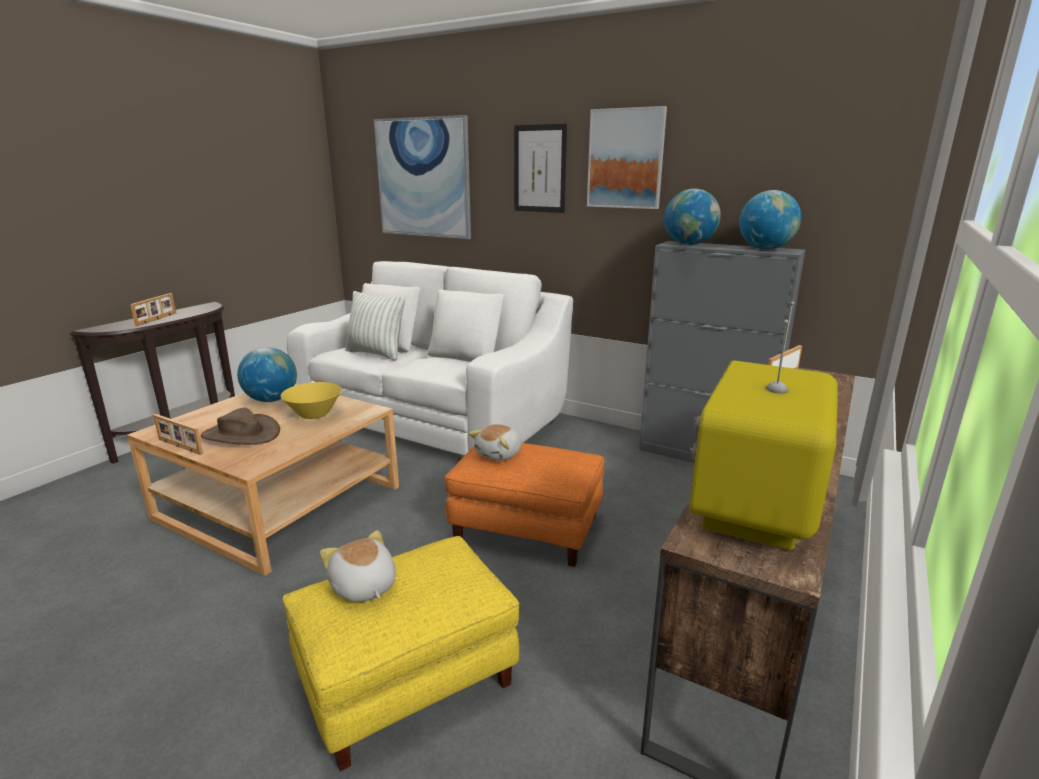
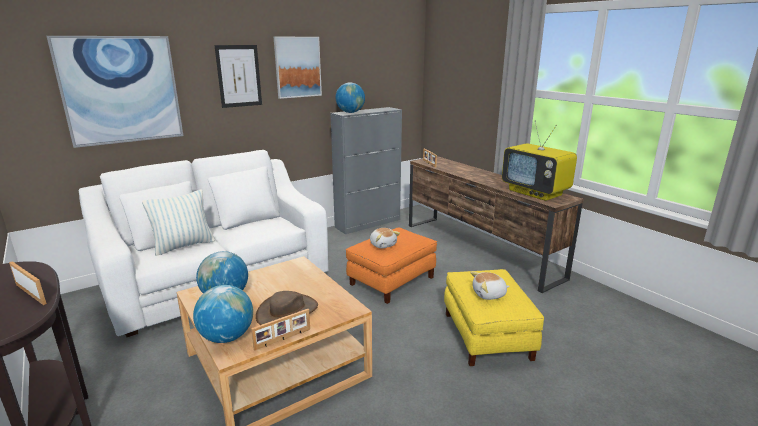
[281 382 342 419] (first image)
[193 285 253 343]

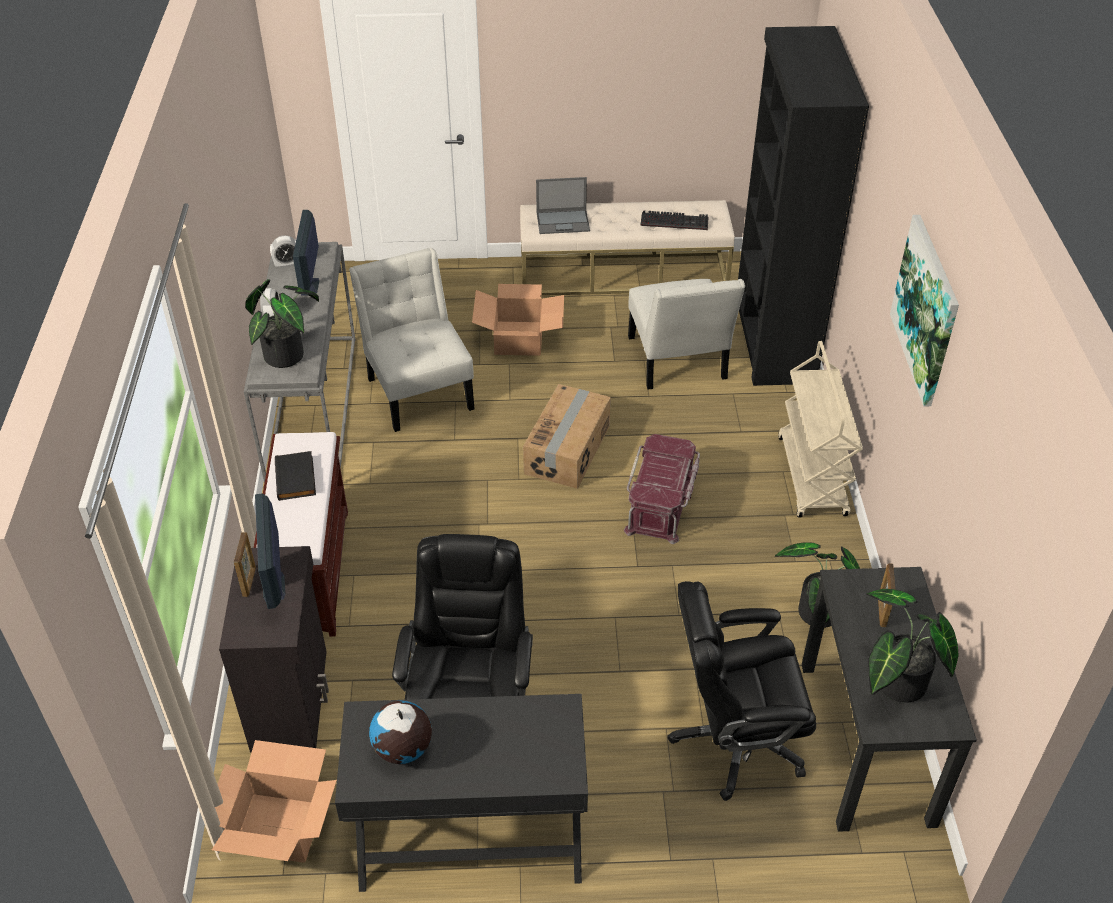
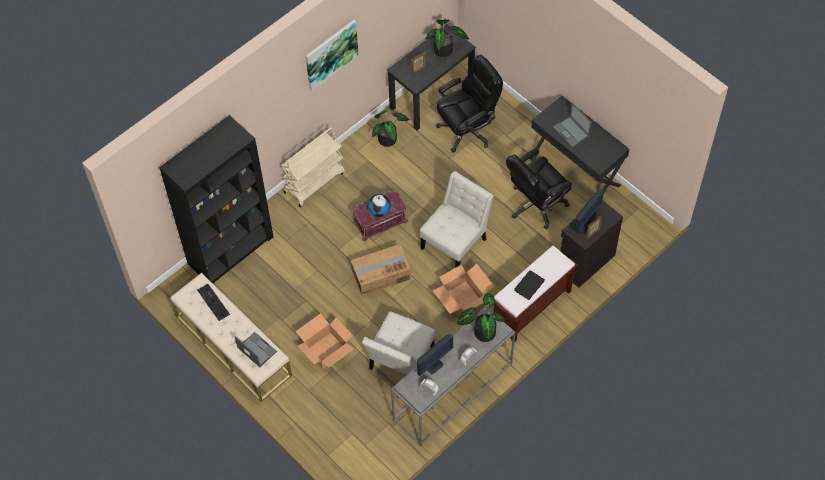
[432 264 495 316]
[368 194 391 217]
[420 171 494 268]
[436 55 503 152]
[553 102 592 147]

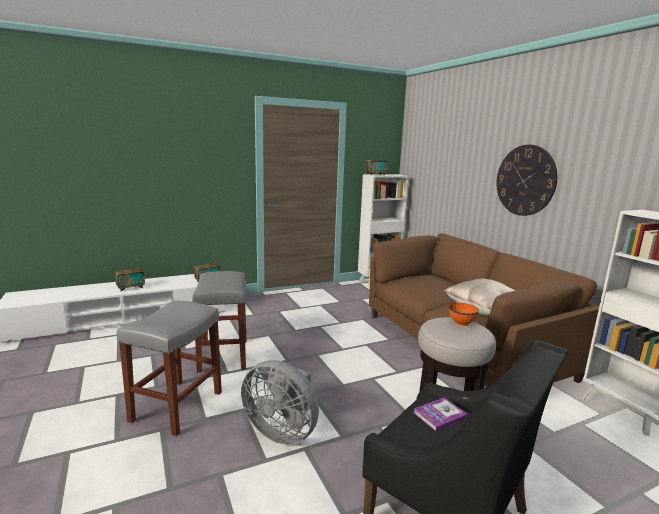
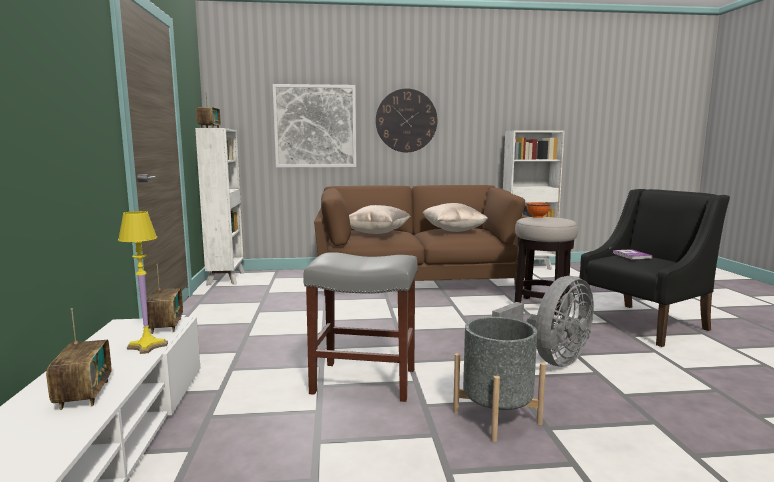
[453 317 546 442]
[118 211 168 354]
[273 84 356 168]
[349 205 411 234]

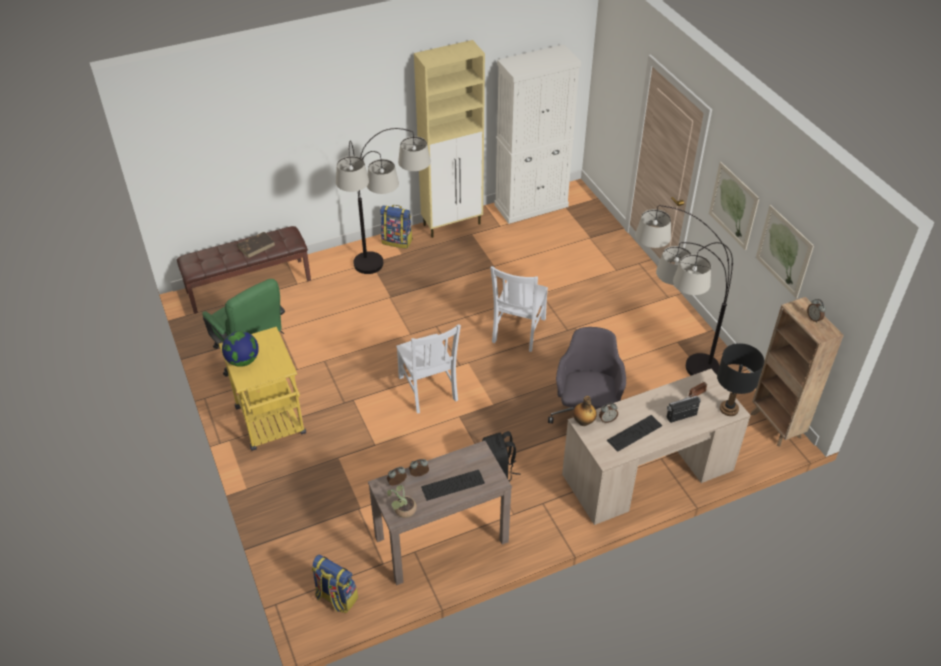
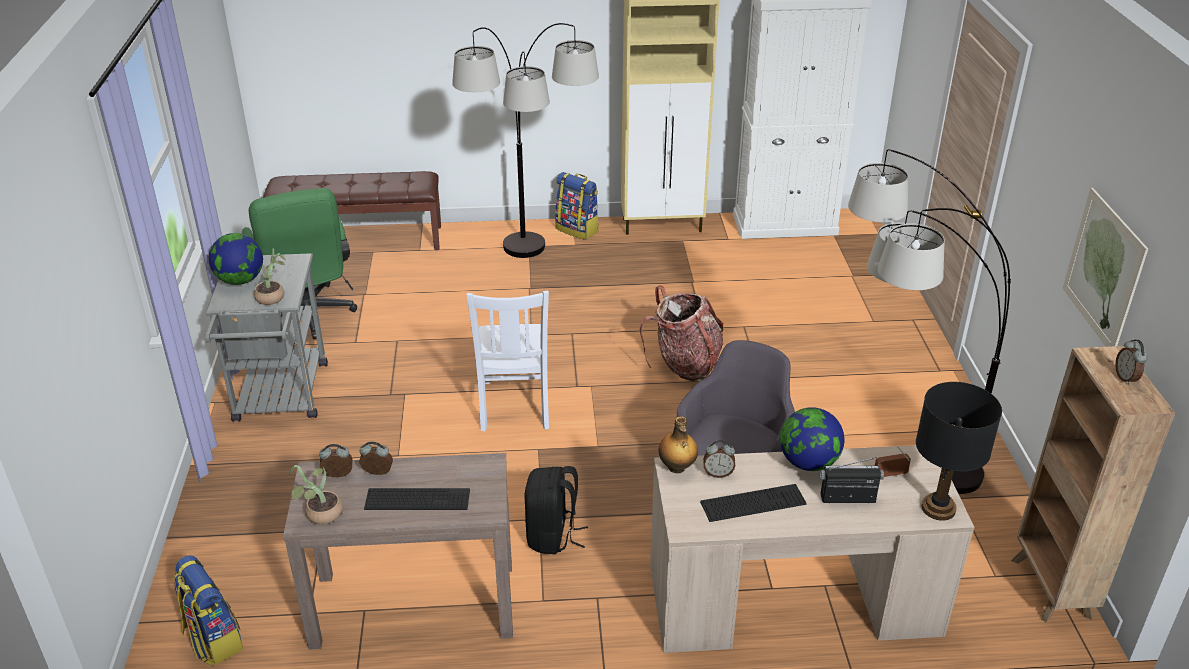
[205 253 328 421]
[237 232 275 258] (first image)
[640 285 724 381]
[709 162 759 250] (first image)
[254 248 286 305]
[780 407 844 471]

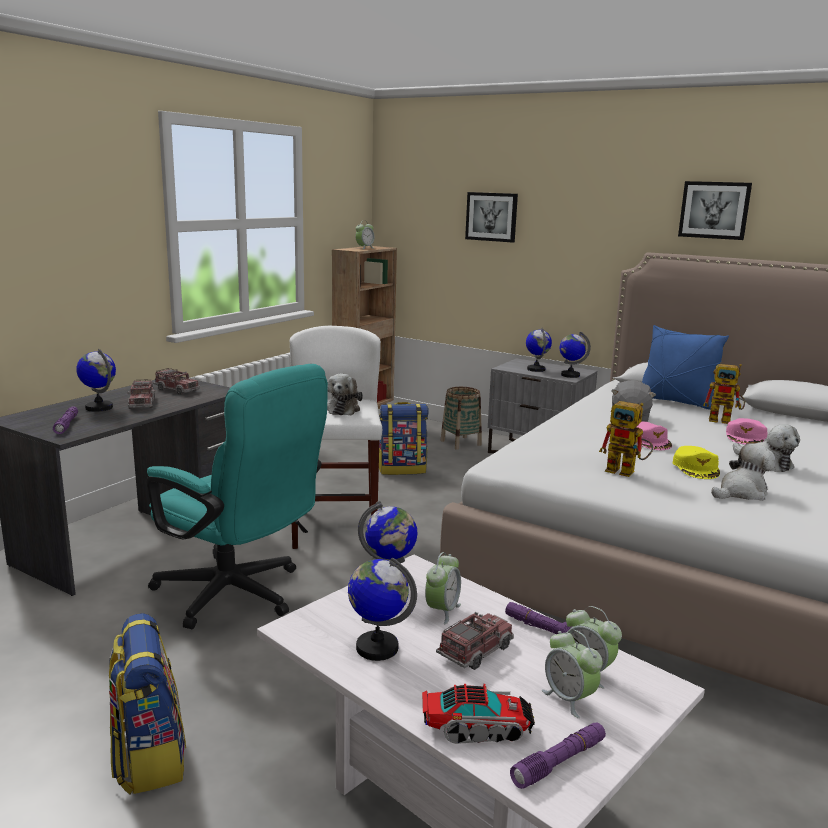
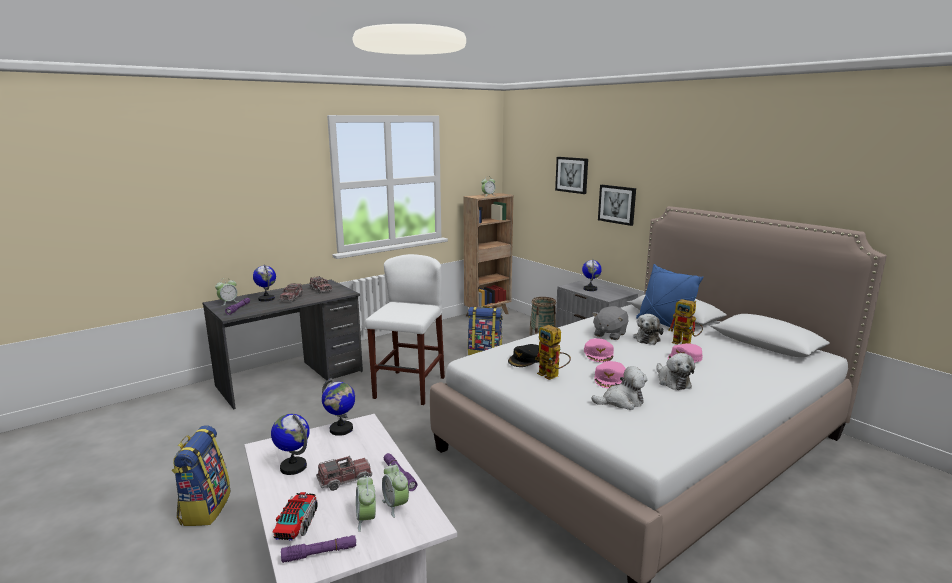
[147 364 328 629] (first image)
[633 314 664 345]
[272 492 318 541]
[215 278 237 306]
[560 332 591 378] (first image)
[594 361 626 389]
[598 185 636 226]
[508 344 539 367]

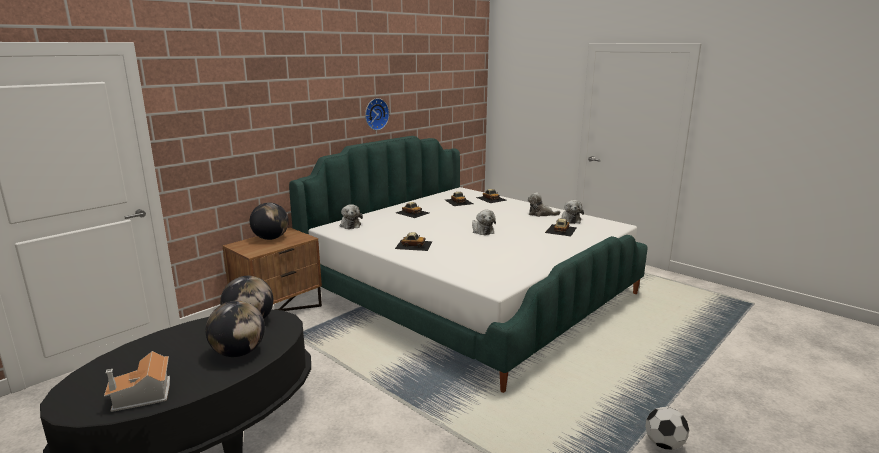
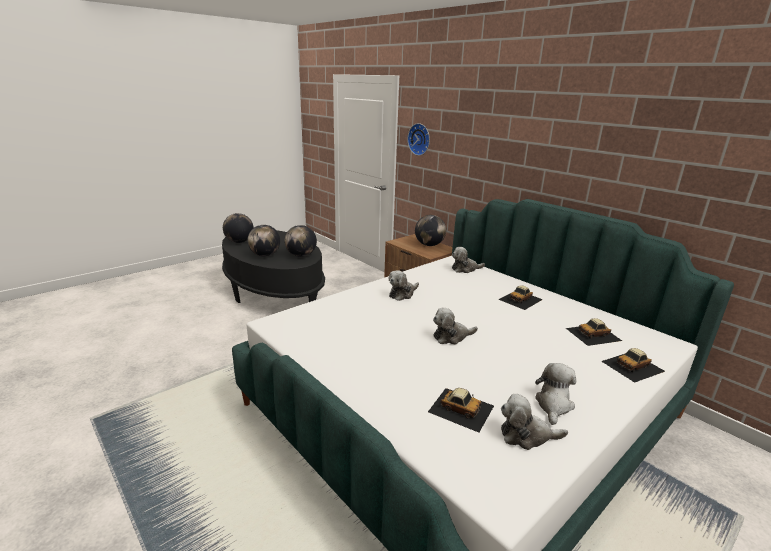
[223 213 254 243]
[407 123 430 156]
[389 270 419 301]
[645 407 689 450] (first image)

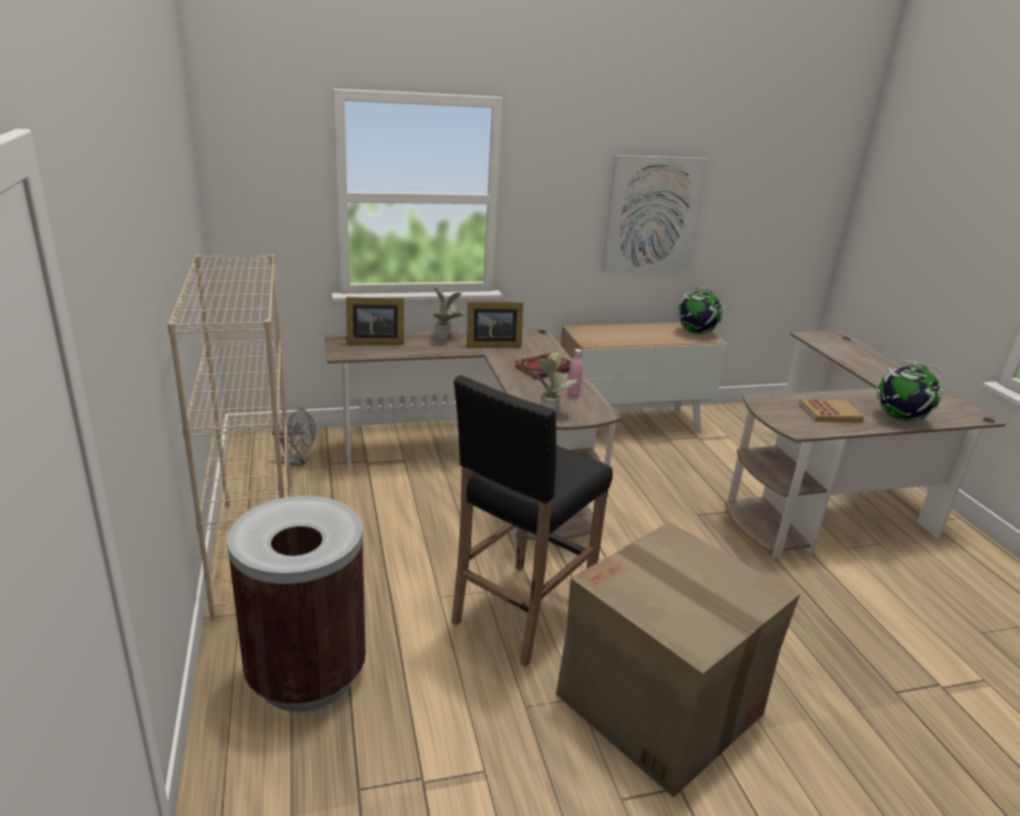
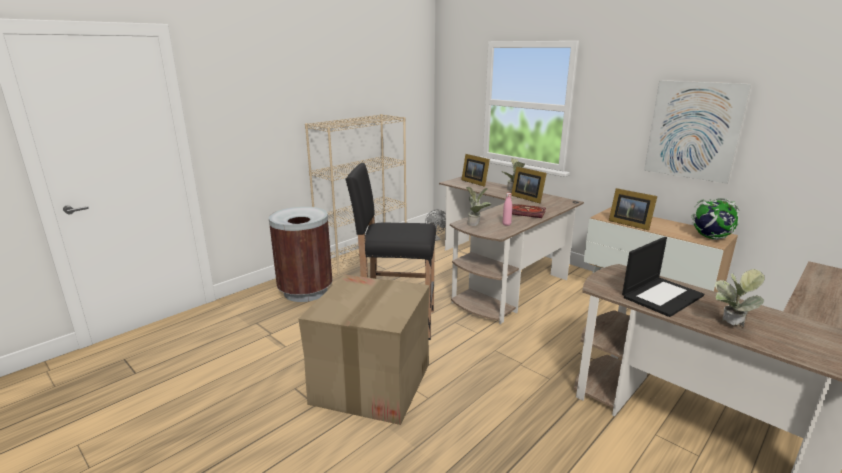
[622 237 704 317]
[715 269 766 327]
[609 188 657 230]

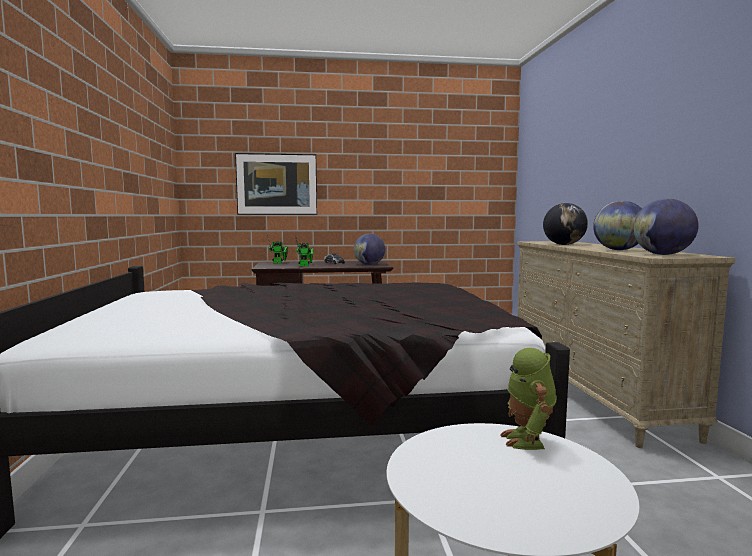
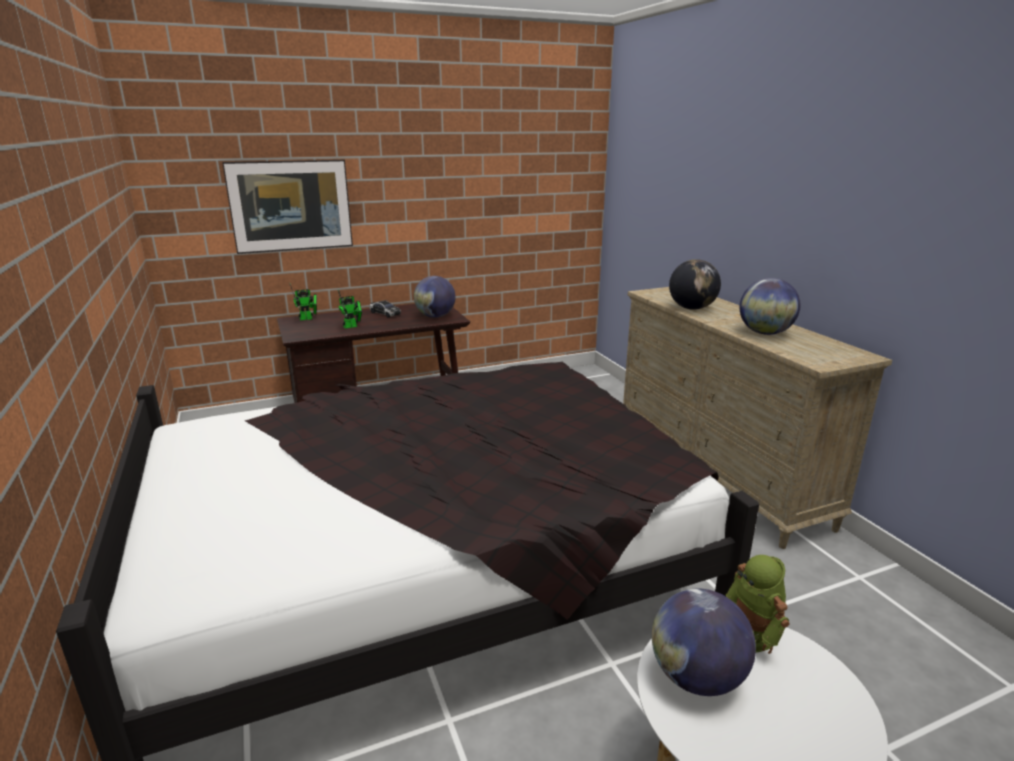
[652 588 756 696]

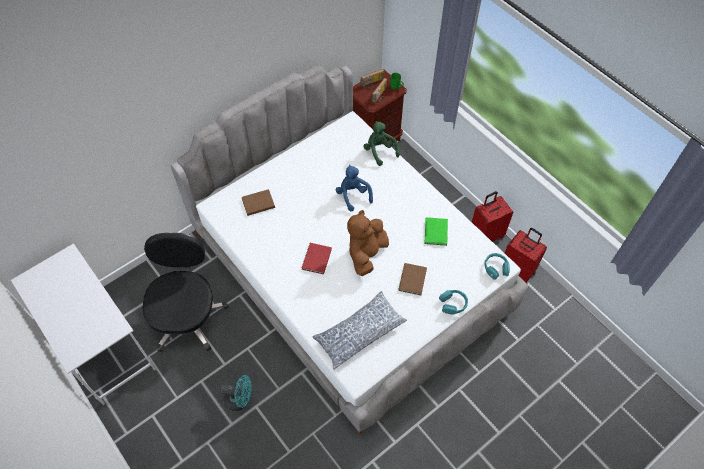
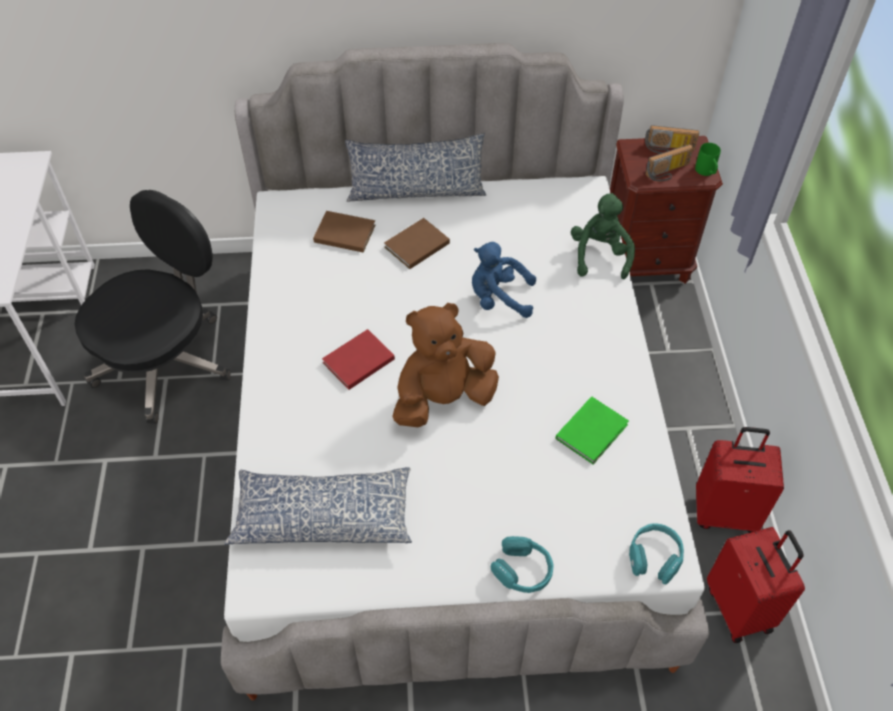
[221 375 252 411] (first image)
[472 242 536 318]
[384 218 450 269]
[345 134 486 202]

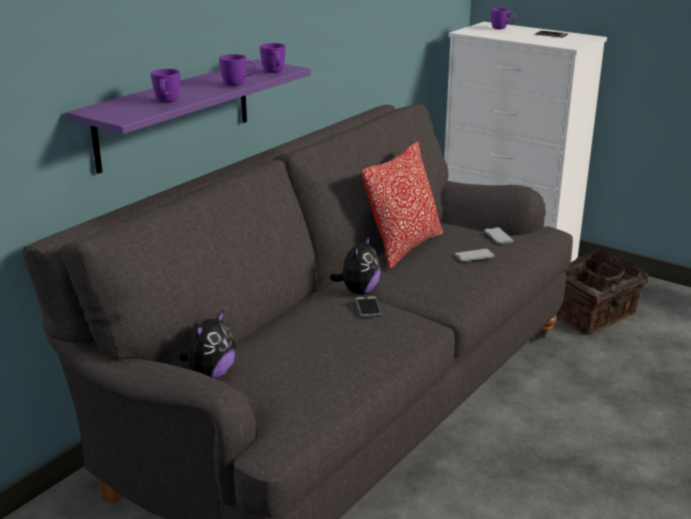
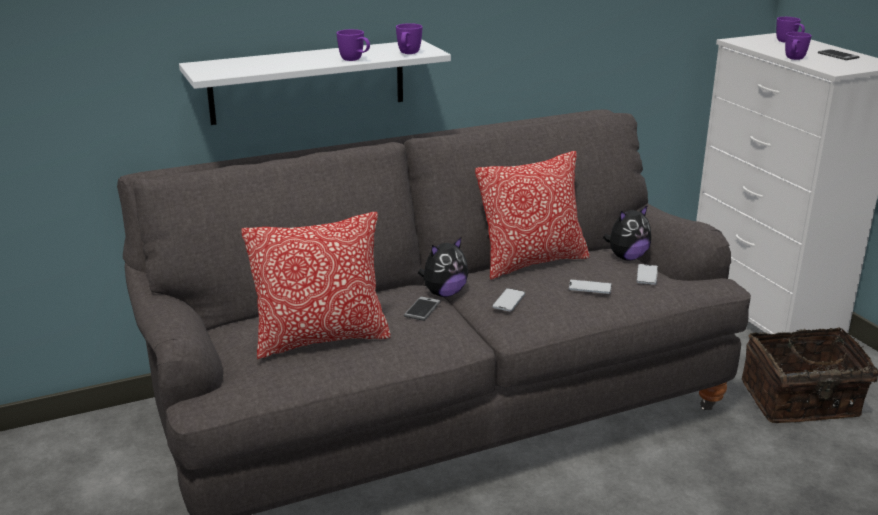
[179 40 451 125]
[785 32 812 60]
[603 205 651 261]
[241 212 391 359]
[492 288 525 312]

